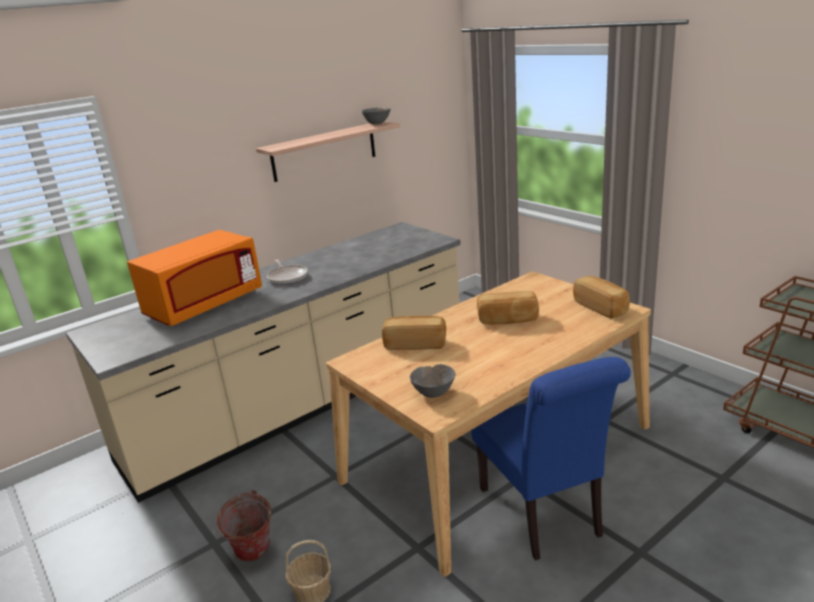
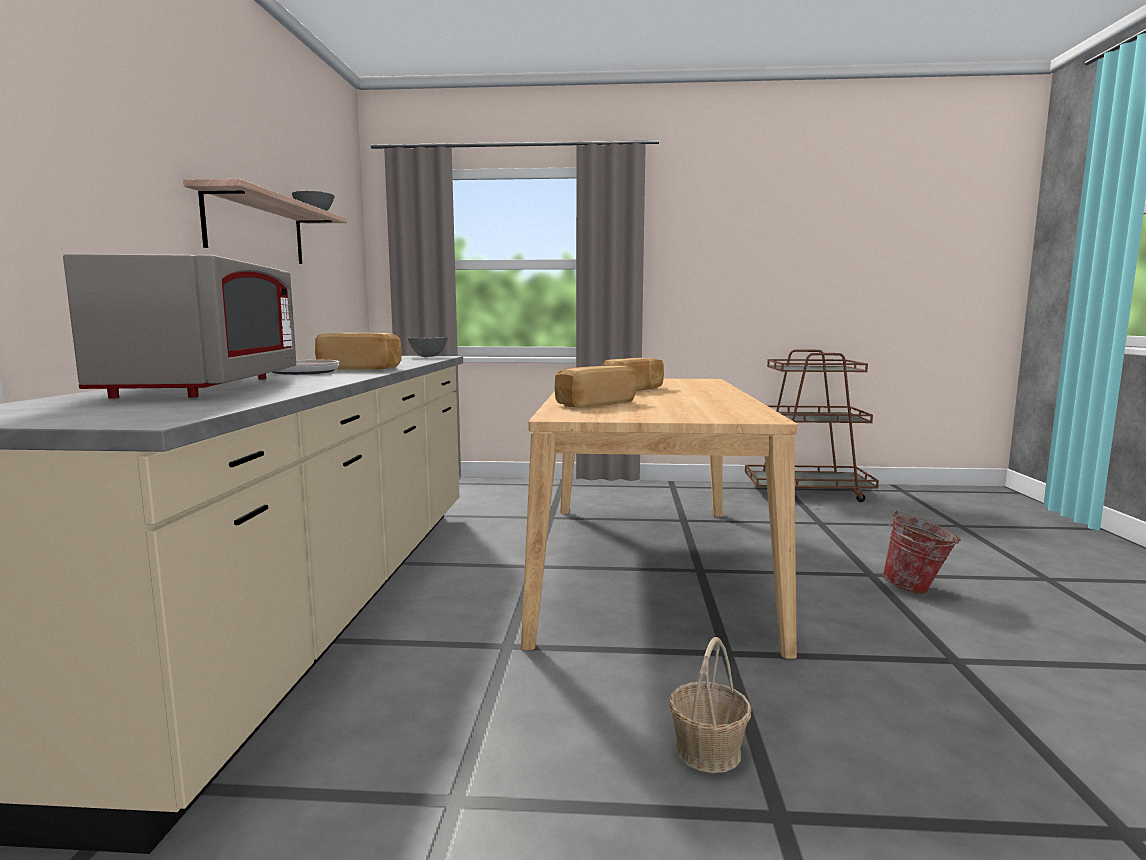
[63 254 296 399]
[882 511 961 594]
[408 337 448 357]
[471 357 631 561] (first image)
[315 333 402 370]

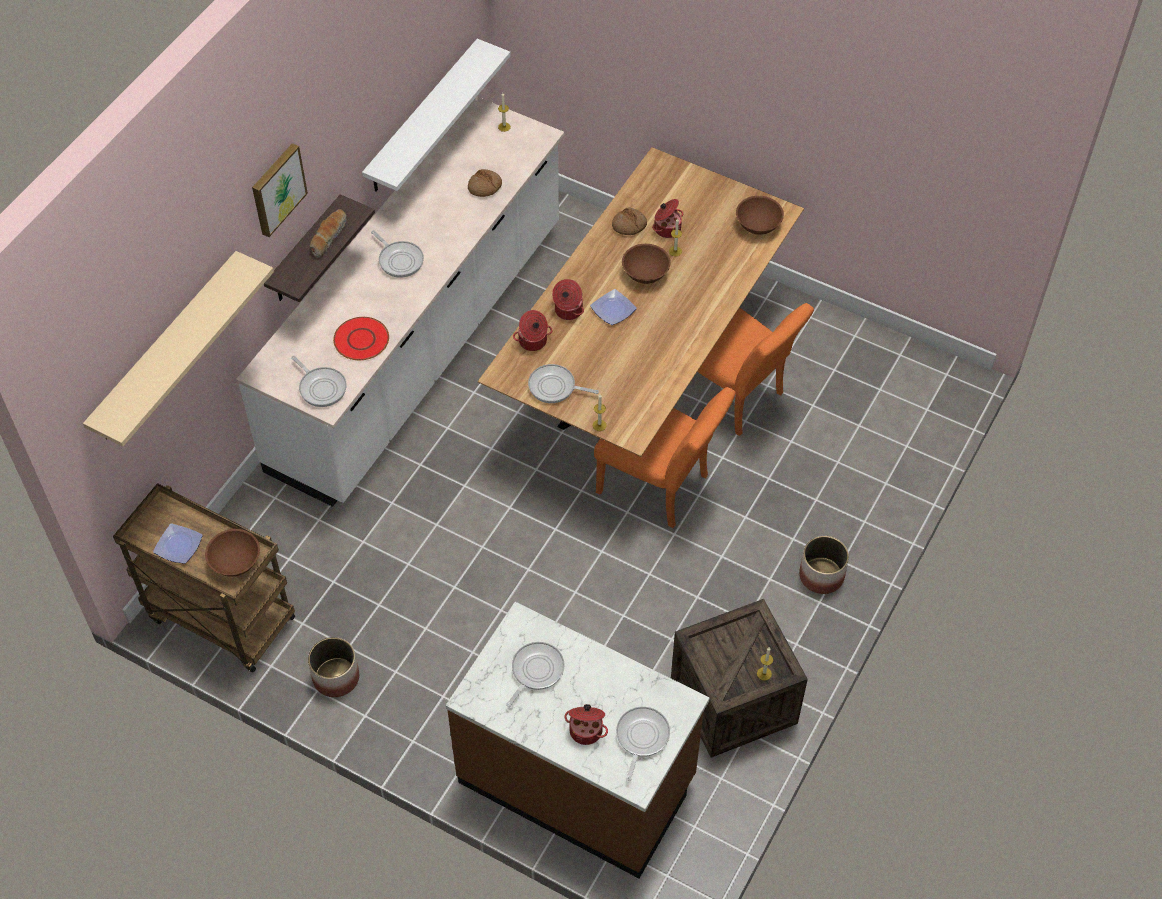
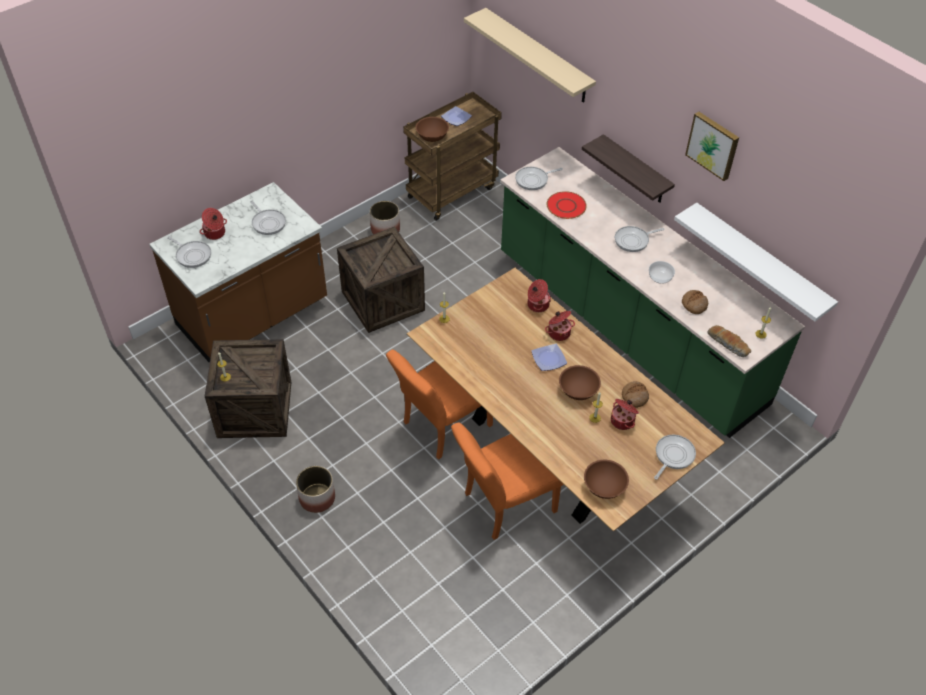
[500 147 805 438]
[685 112 739 181]
[708 325 751 357]
[654 435 696 480]
[337 227 425 333]
[649 261 675 284]

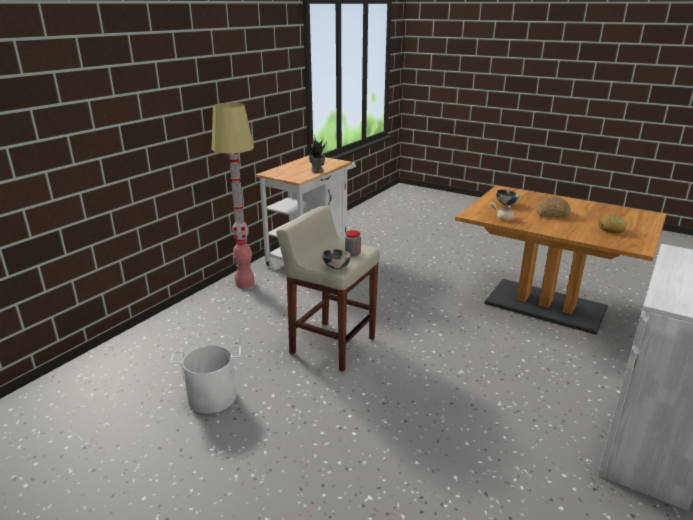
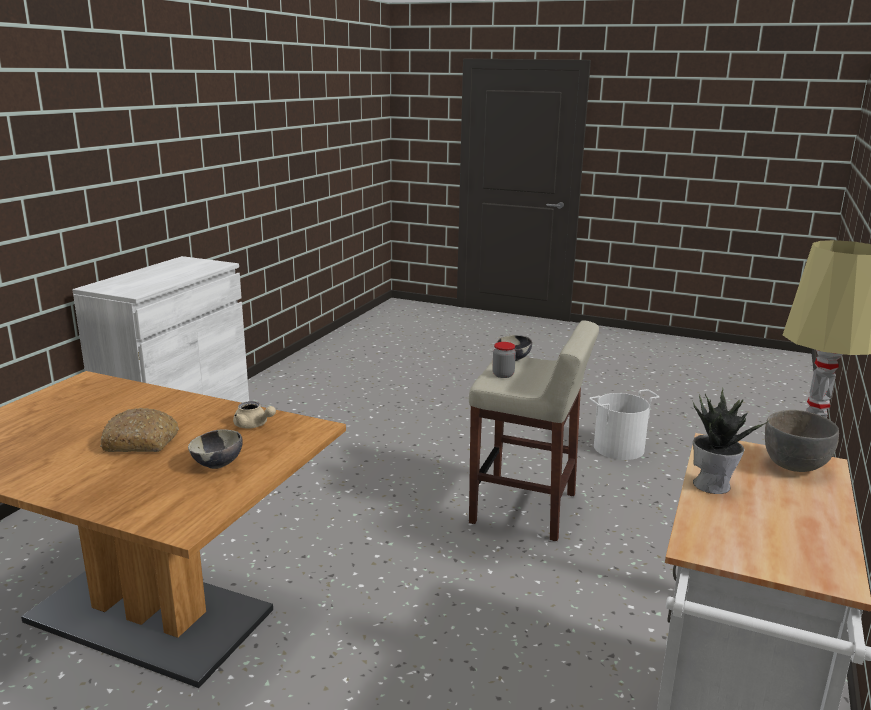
[599 215 626 233] (first image)
[765 410 839 472]

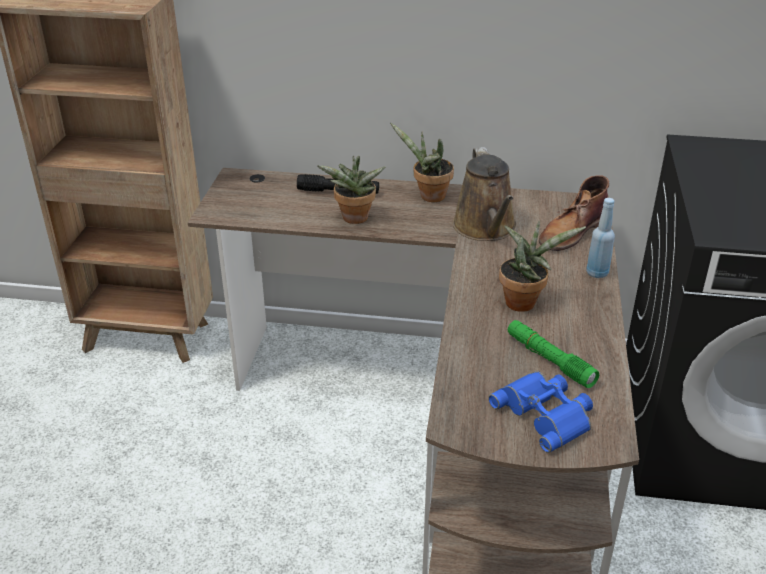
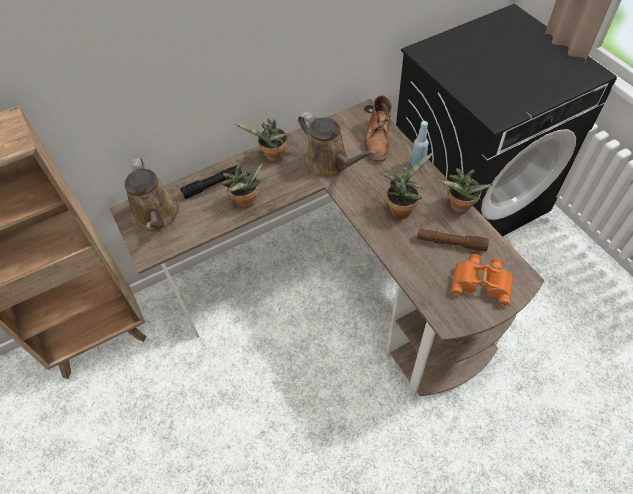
[451 254 513 307]
[417 229 489 251]
[124 158 179 232]
[439 168 493 213]

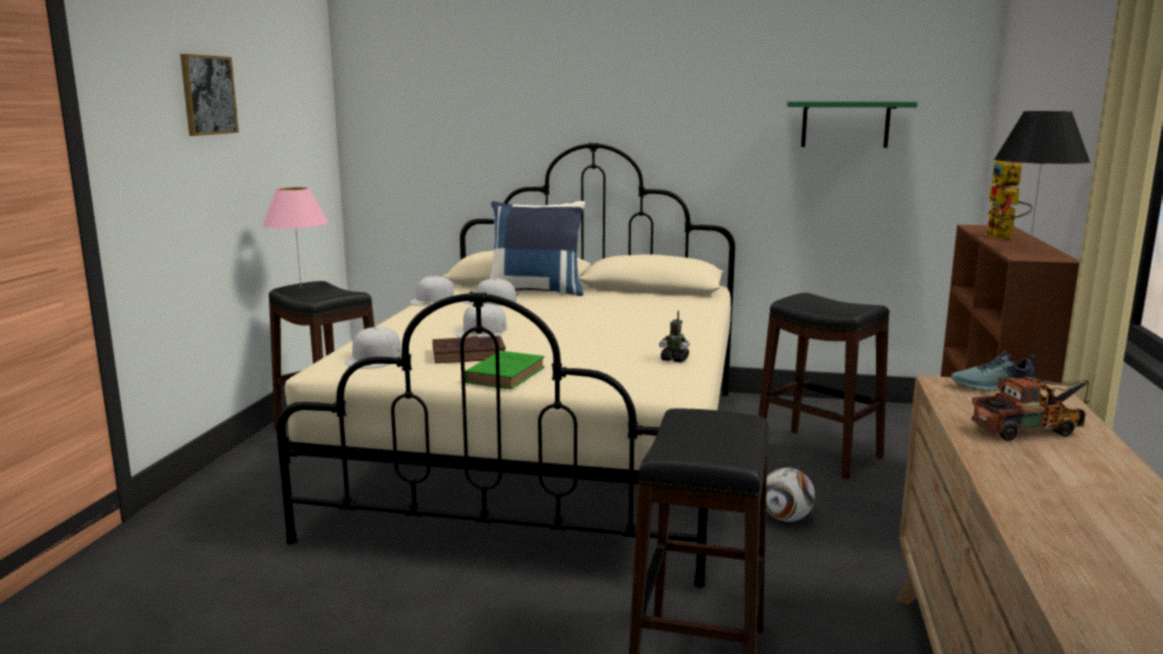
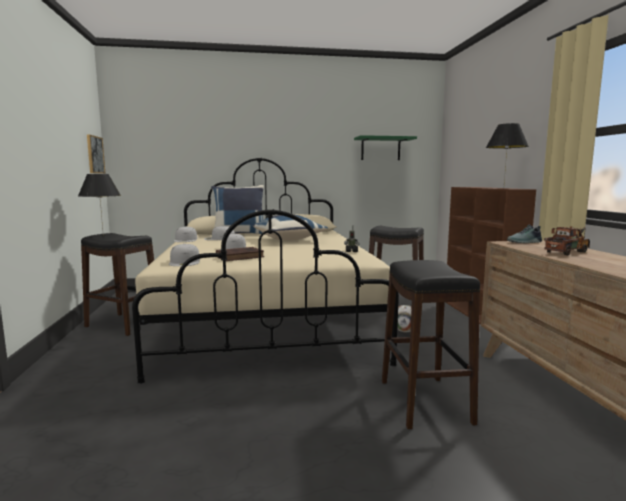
[87 134 106 174]
[78 174 121 236]
[465 351 545 389] (first image)
[984 160 1033 238] (first image)
[253 214 328 241]

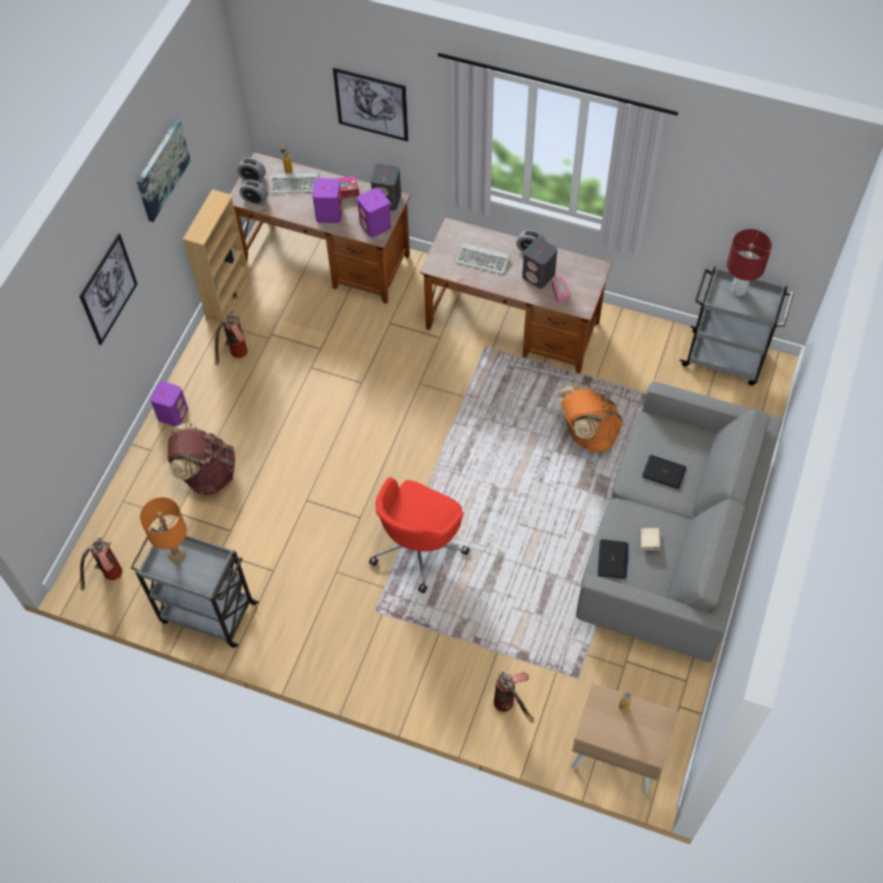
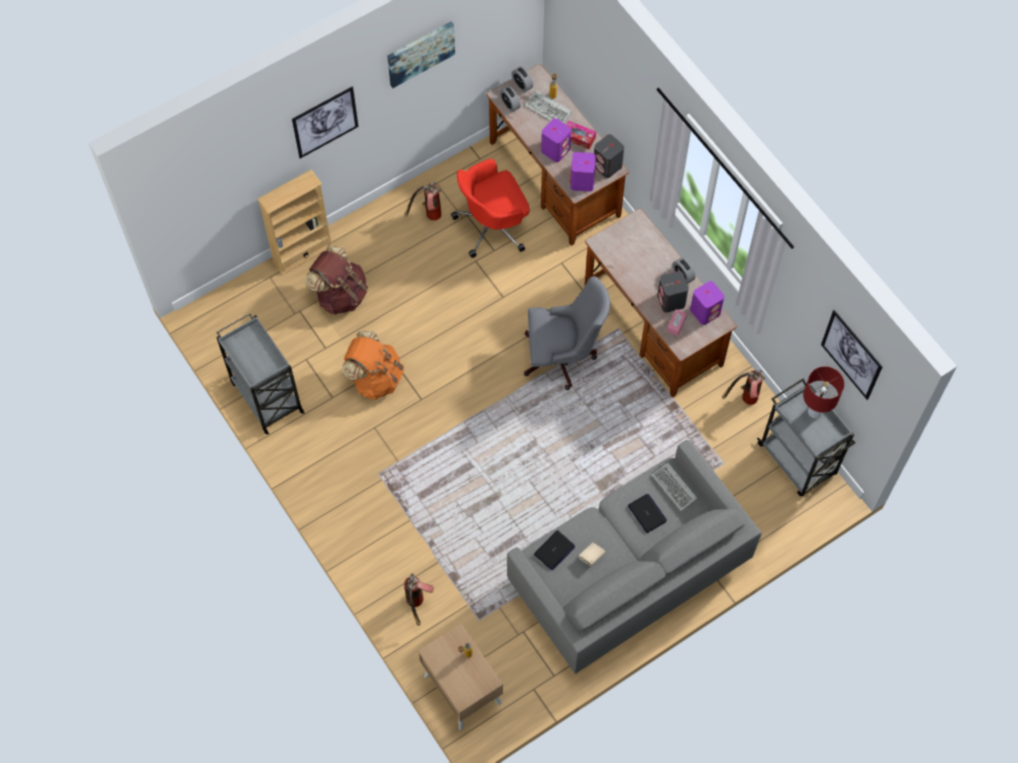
[722 370 765 405]
[140 497 187 563] (first image)
[690 281 724 325]
[257 169 333 275]
[821 310 882 400]
[451 159 530 258]
[651 462 697 511]
[342 331 404 400]
[524 276 610 390]

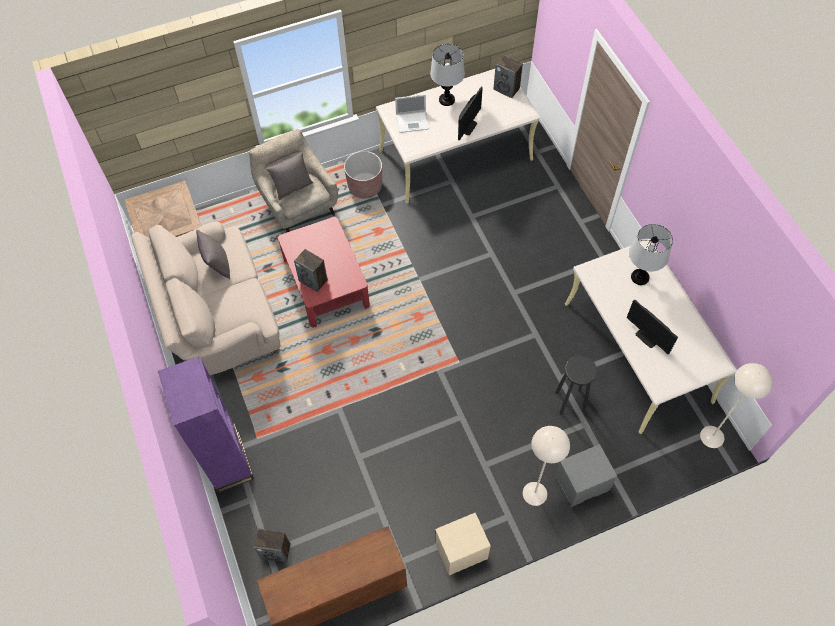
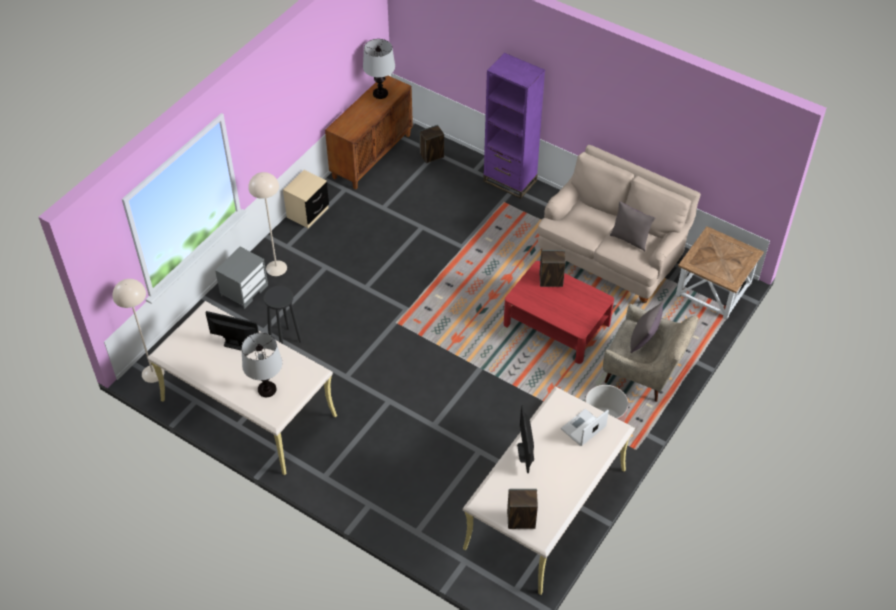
[363 39 395 99]

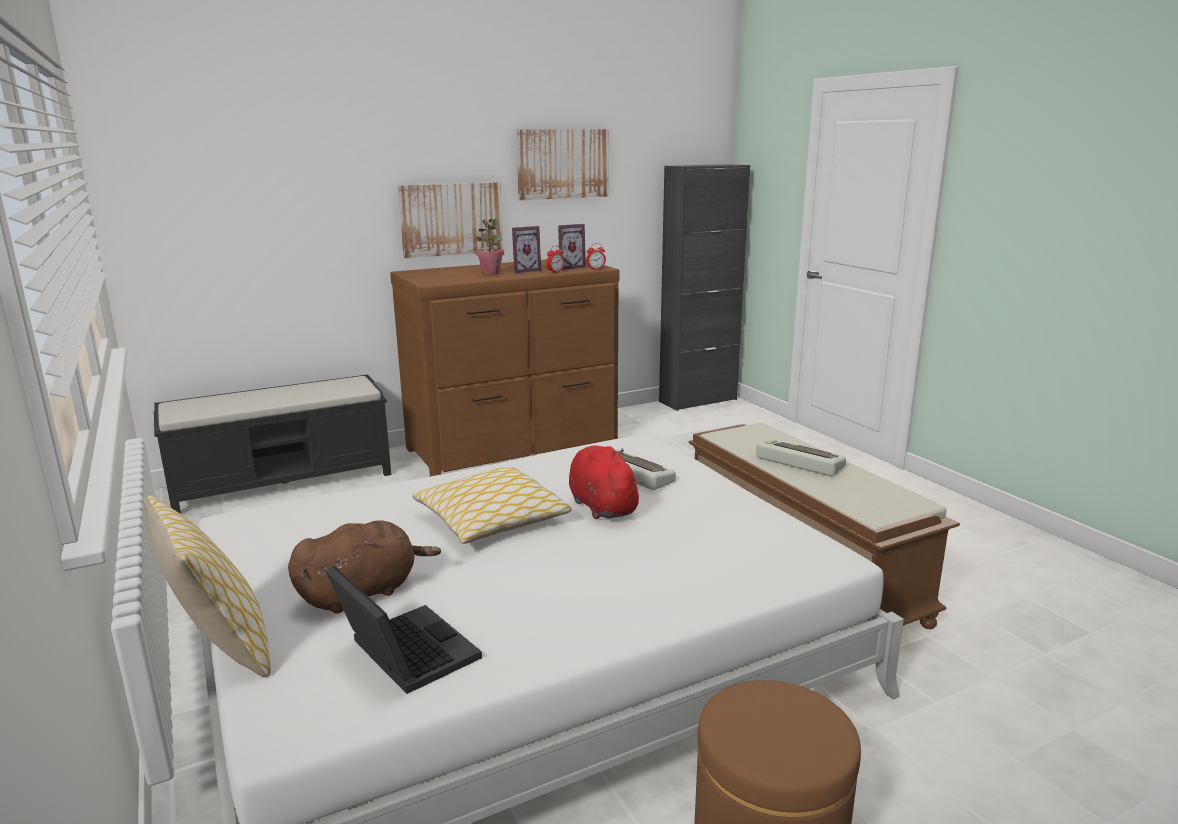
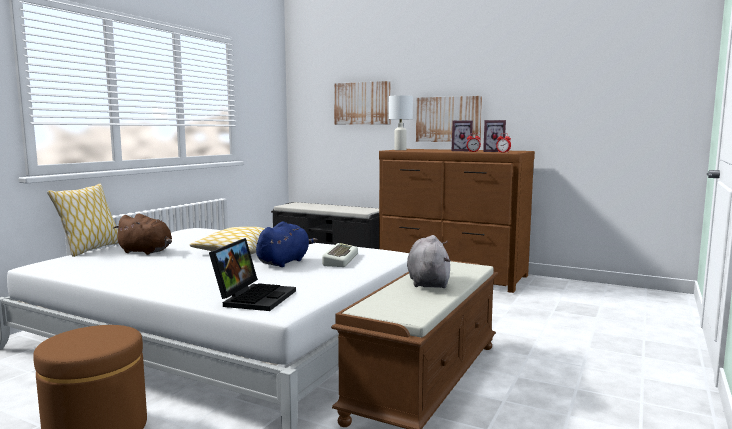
[209 238 296 311]
[476 219 504 275] (first image)
[334 81 391 125]
[256 221 318 267]
[659 164 750 411] (first image)
[407 235 451 288]
[389 95 413 150]

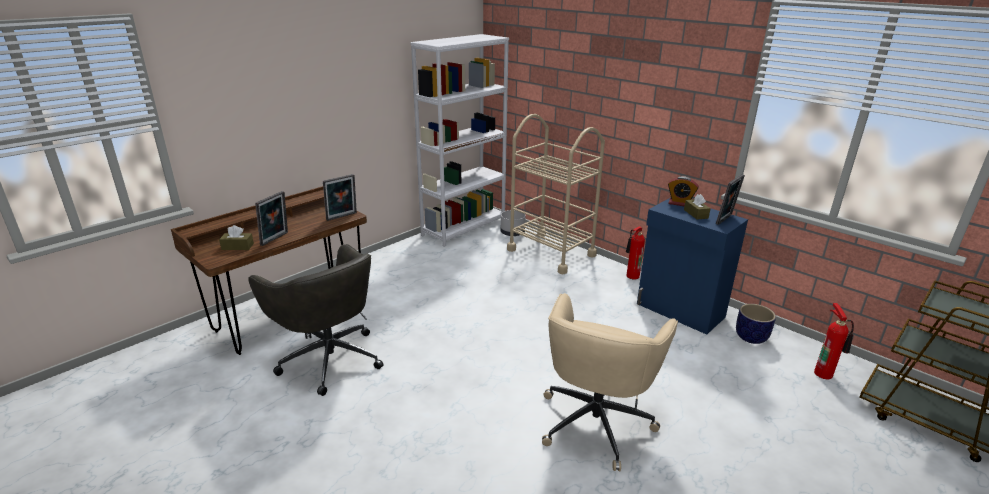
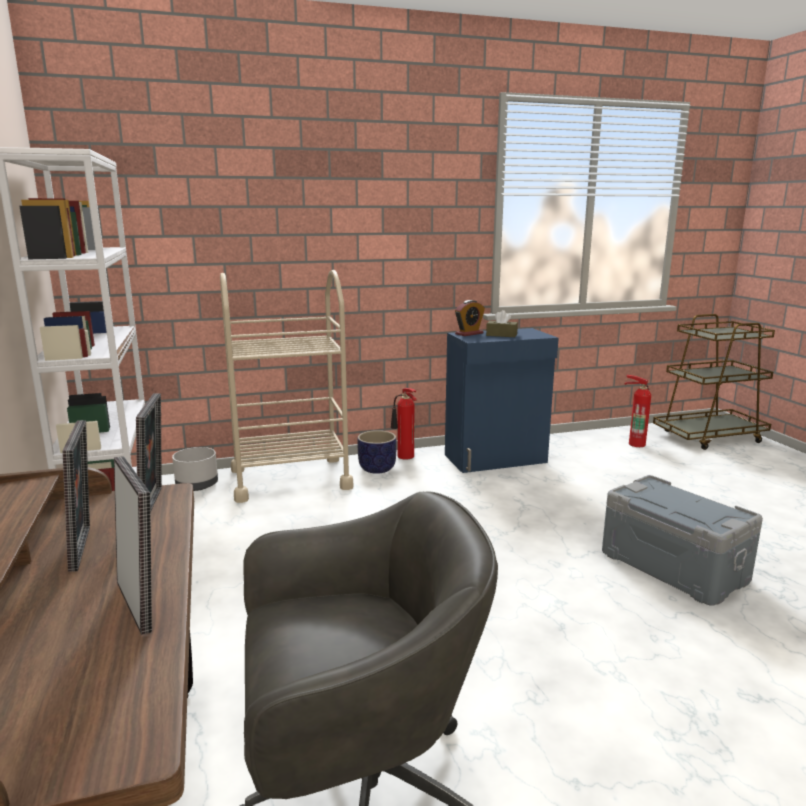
[219 225 254 250] (first image)
[602 475 763 606]
[63 420 90 572]
[358 430 396 474]

